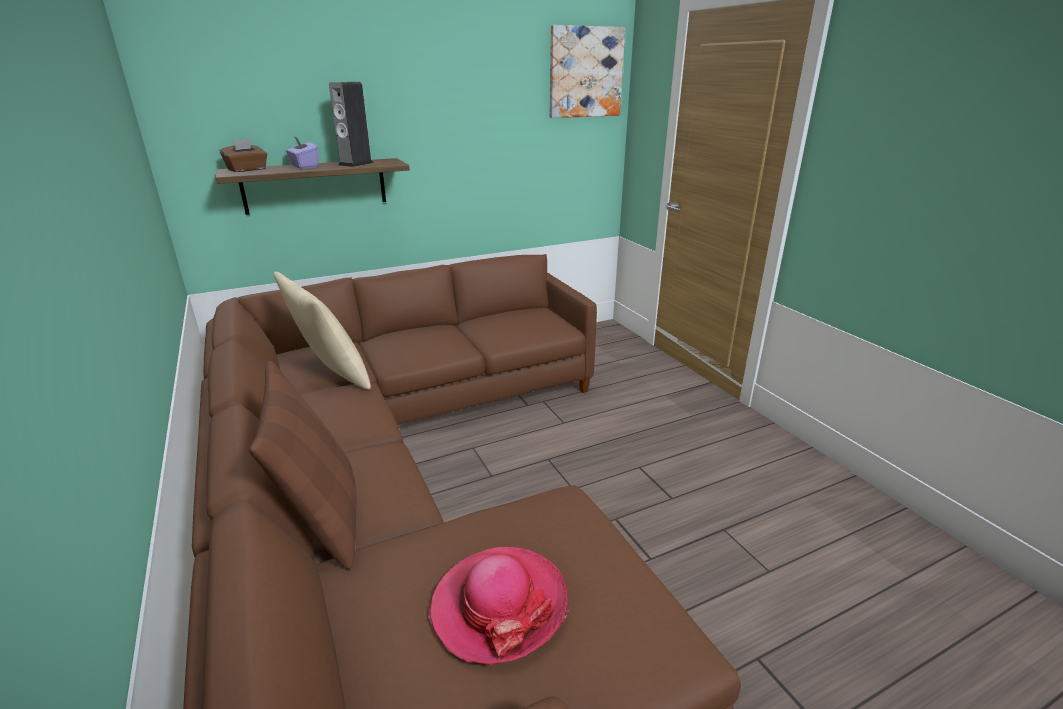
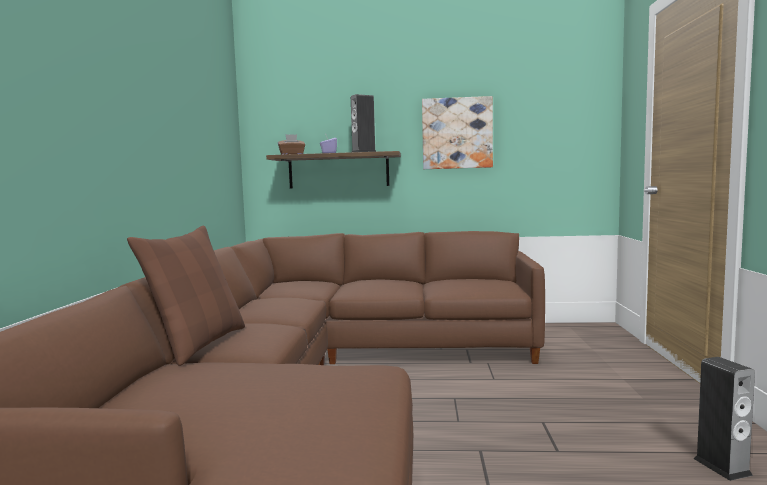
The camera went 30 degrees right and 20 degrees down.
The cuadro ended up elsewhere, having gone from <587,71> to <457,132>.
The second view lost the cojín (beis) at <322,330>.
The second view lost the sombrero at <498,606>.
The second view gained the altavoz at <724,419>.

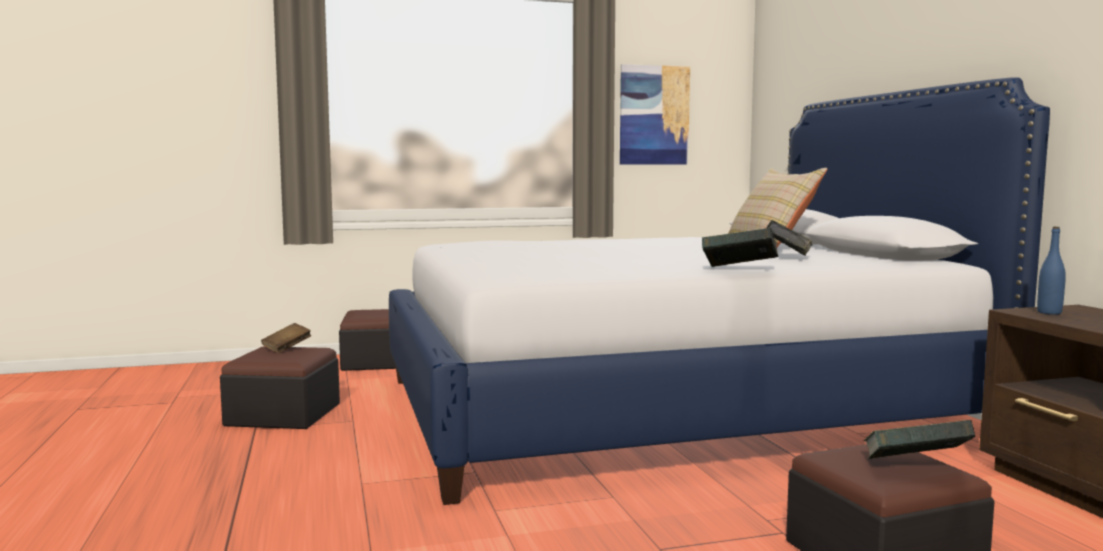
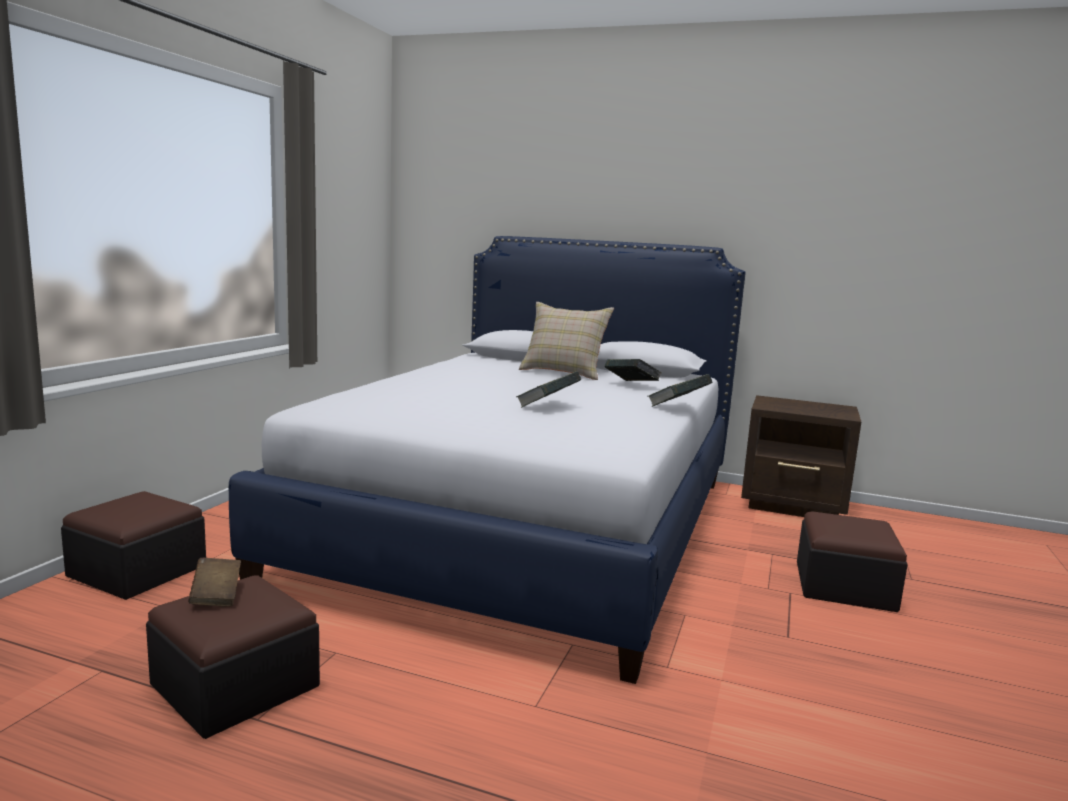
The camera went 55 degrees left and 5 degrees up.
The second view lost the cuadro at <655,114>.
The second view lost the botella (azul) at <1051,270>.
The libro ended up elsewhere, having gone from <919,439> to <548,389>.

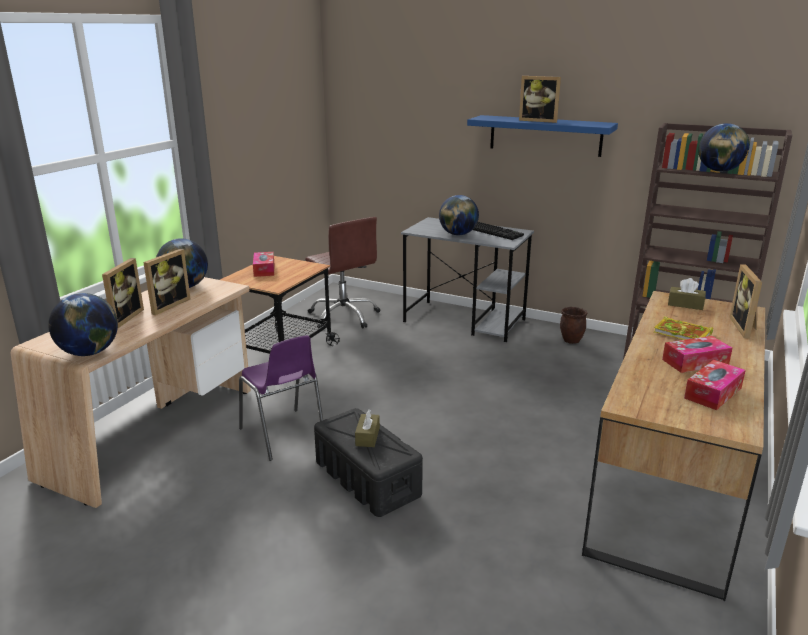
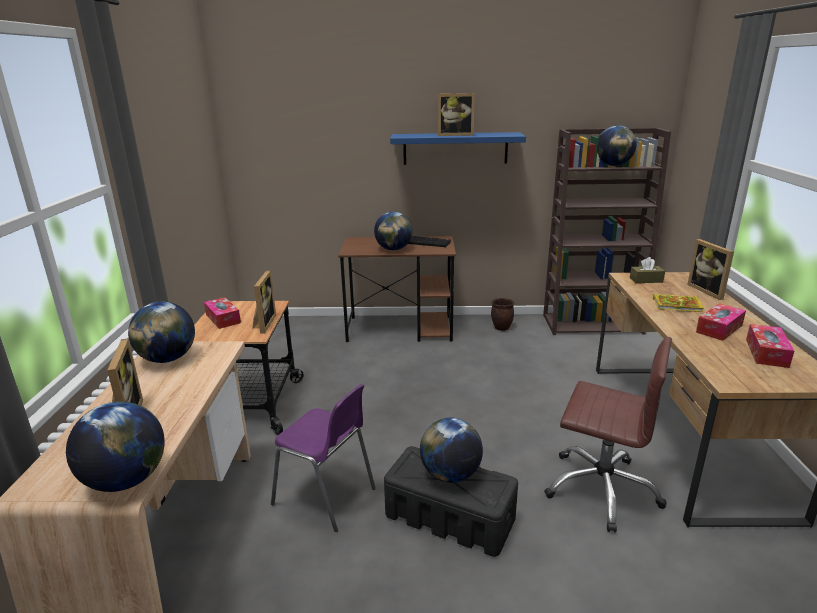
The camera went 25 degrees left and 0 degrees up.
The silla de oficina (marrón) ended up elsewhere, having gone from <342,273> to <608,435>.
What was the escritorio (gris) at <467,279> turned into the escritorio (marrón) at <397,289>.
The portarretratos ended up elsewhere, having gone from <167,282> to <264,302>.
Where the caja de pañuelos (marrón) stood at <367,428>, the globo terráqueo came to stand at <451,450>.

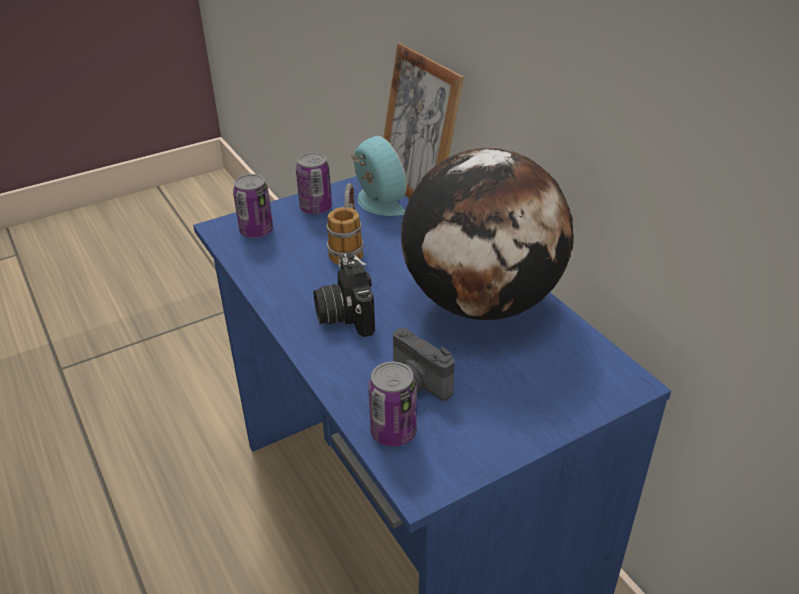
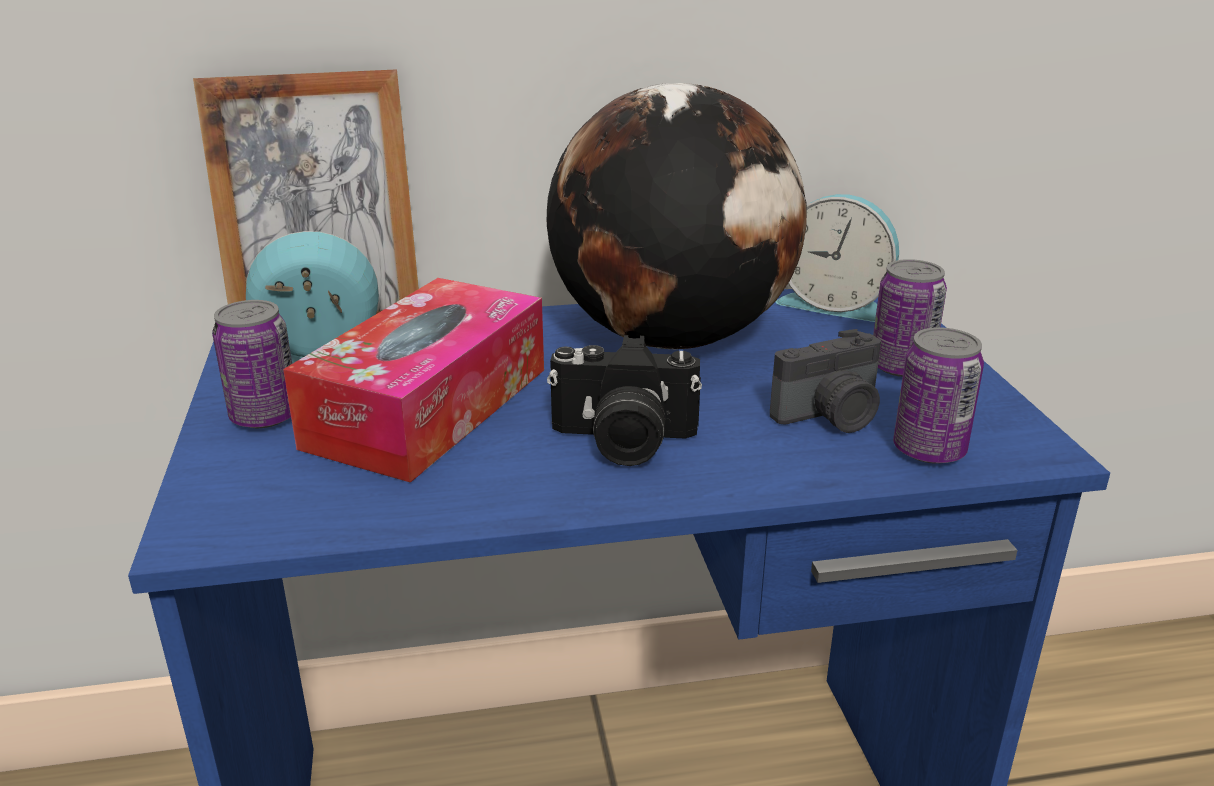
The camera went 70 degrees left and 10 degrees down.
The lata ended up elsewhere, having gone from <253,206> to <910,318>.
Where the taza grande stood at <345,224>, the caja de pañuelos came to stand at <413,380>.
The second view gained the despertador at <837,258>.

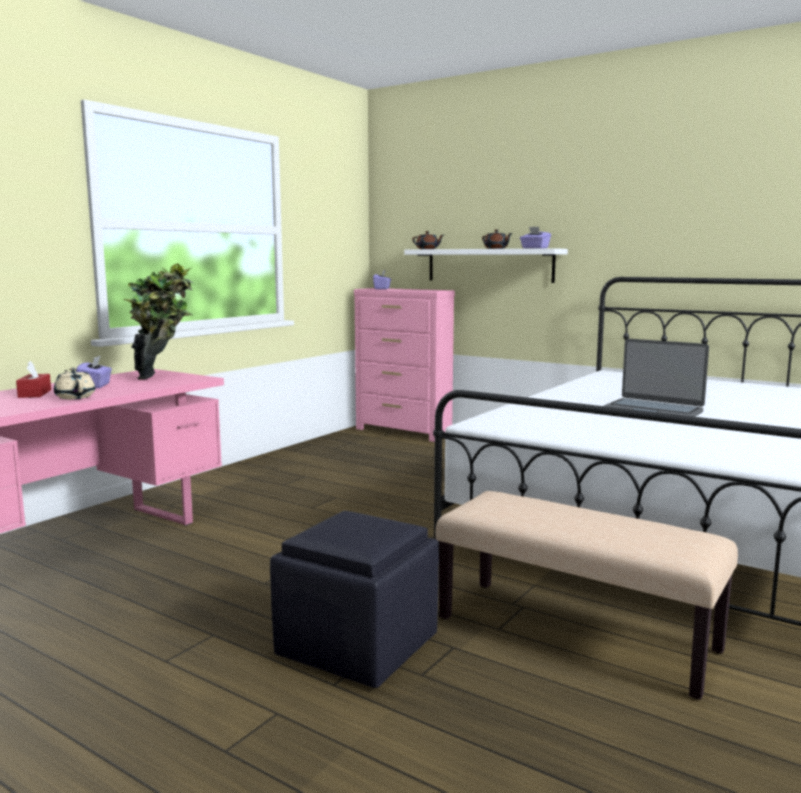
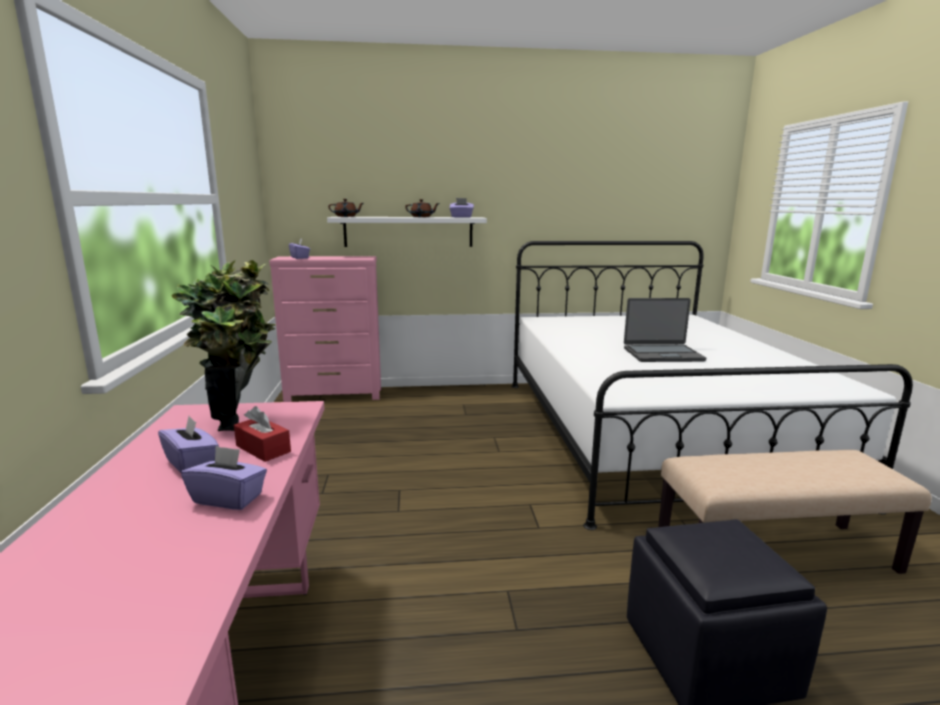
The camera went 40 degrees left and 5 degrees up.
The caja de pañuelos (rojo) ended up elsewhere, having gone from <33,379> to <262,434>.
Where the tetera (beis) stood at <74,383>, the caja de pañuelos (morado) came to stand at <224,478>.

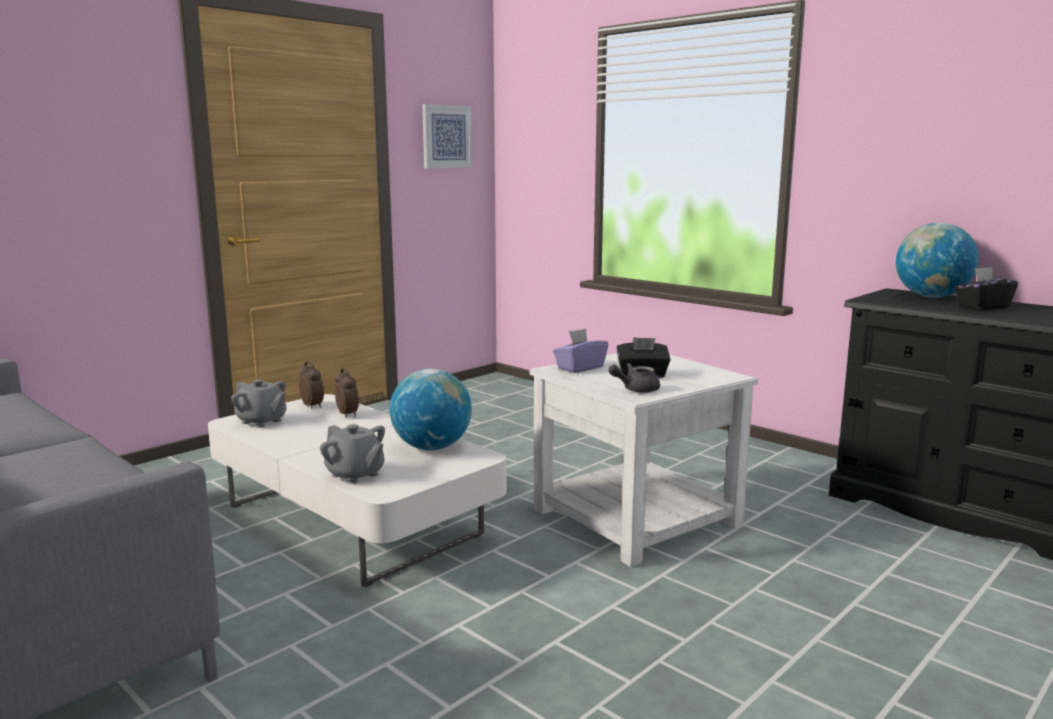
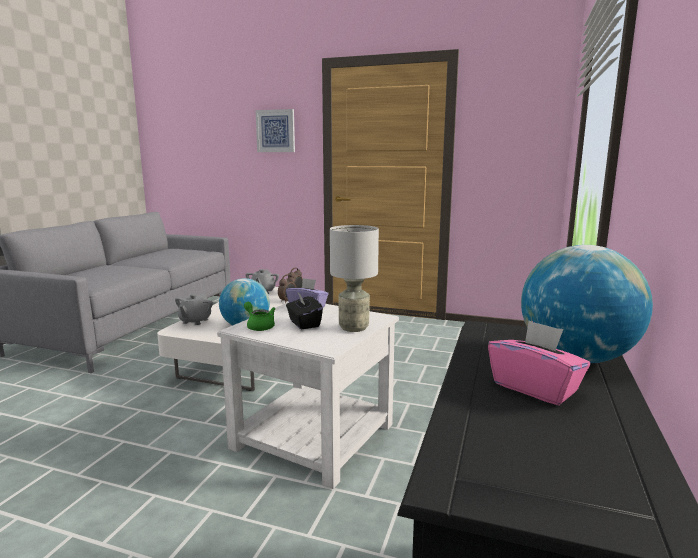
The camera went 65 degrees right and 0 degrees up.
The cuadro ended up elsewhere, having gone from <447,136> to <275,130>.
What was the caja de pañuelos (negro) at <986,288> turned into the caja de pañuelos (rosa) at <539,362>.
What was the tetera (gris) at <634,378> turned into the tetera (verde) at <259,316>.
The second view gained the lámpara de mesa (gris) at <354,278>.

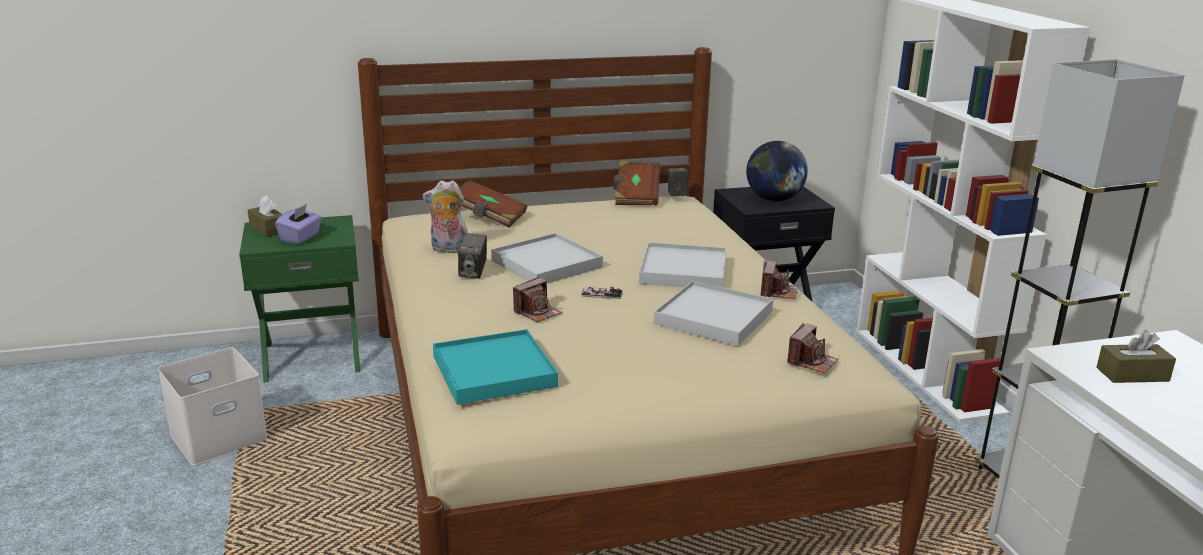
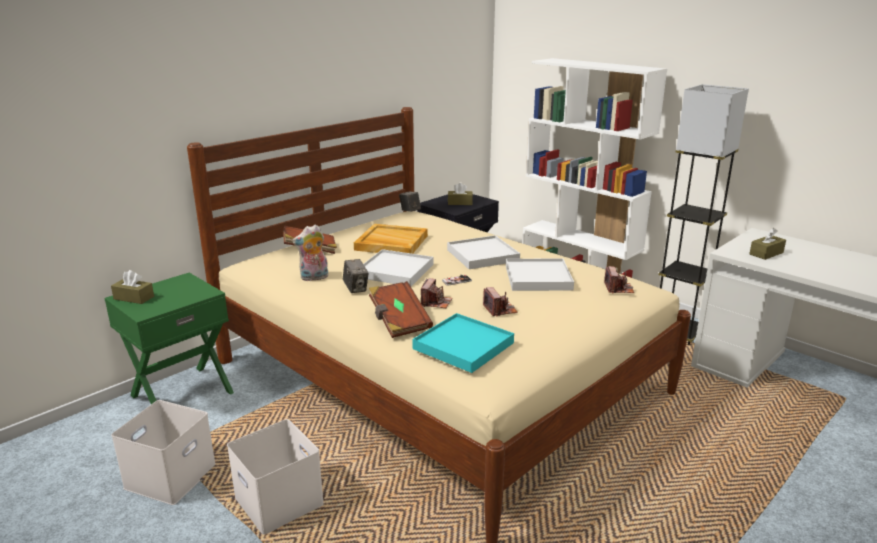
The camera went 30 degrees left and 0 degrees up.
Where the globo terráqueo stood at <777,171>, the caja de pañuelos (marrón) came to stand at <460,194>.
The libro (marrón) ended up elsewhere, having gone from <637,183> to <401,309>.
The second view lost the caja de pañuelos (morado) at <298,224>.
The cámara ended up elsewhere, having gone from <779,279> to <500,302>.
The second view gained the bandeja (beis) at <391,239>.
The second view gained the caja de almacenaje (blanco) at <275,477>.

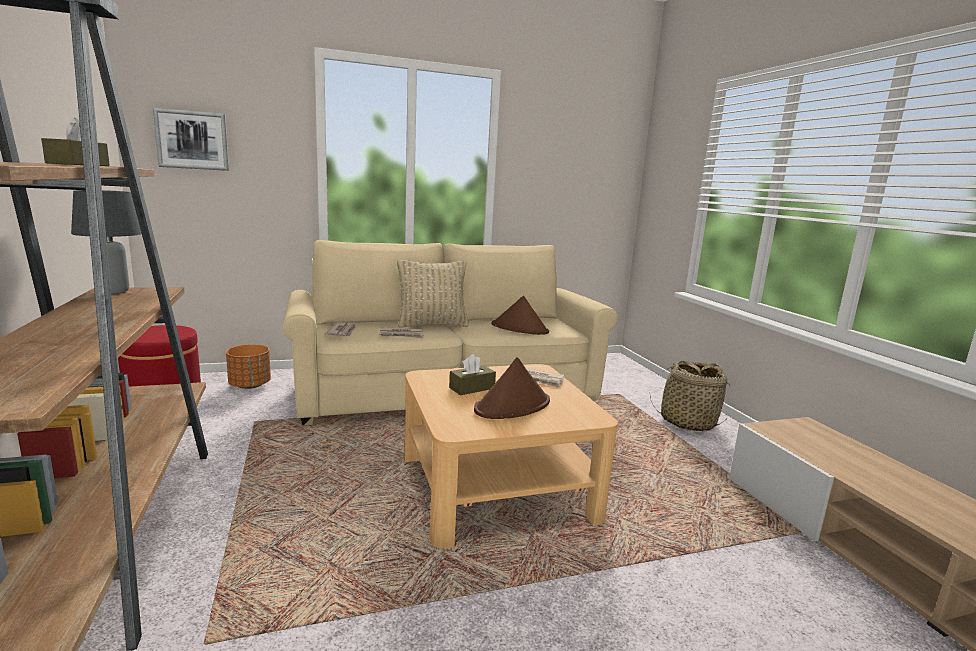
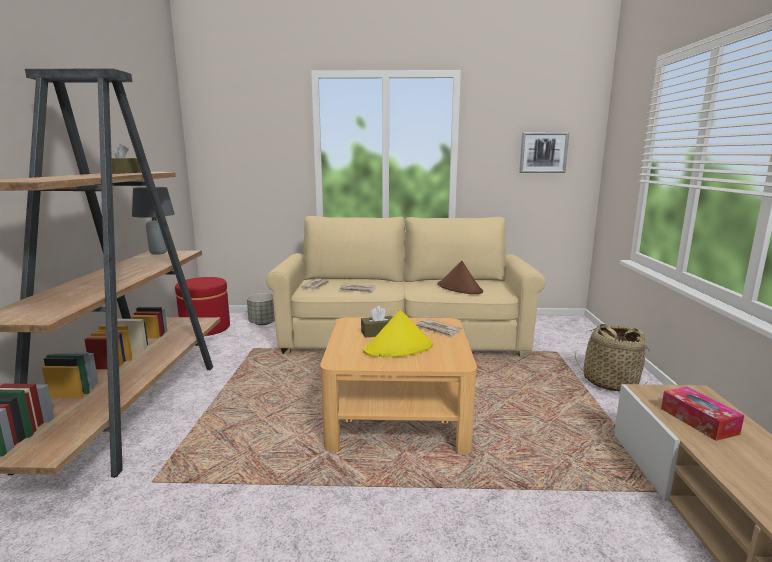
The camera went 20 degrees right and 0 degrees up.
The cuadro ended up elsewhere, having gone from <191,139> to <544,152>.
The second view lost the cojín (beis) at <433,294>.
What was the maceta (naranja) at <248,366> turned into the maceta (gris) at <261,309>.
What was the sombrero (marrón) at <512,388> turned into the sombrero (amarillo) at <398,333>.
The second view gained the caja de pañuelos at <702,414>.

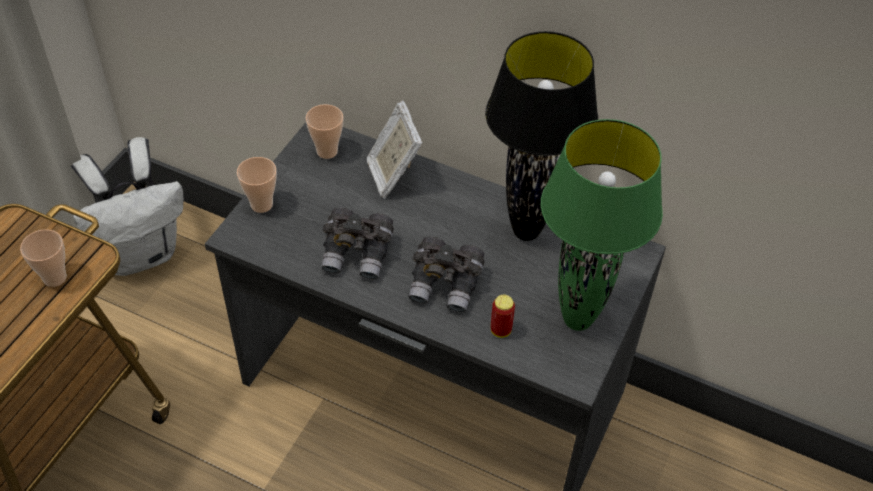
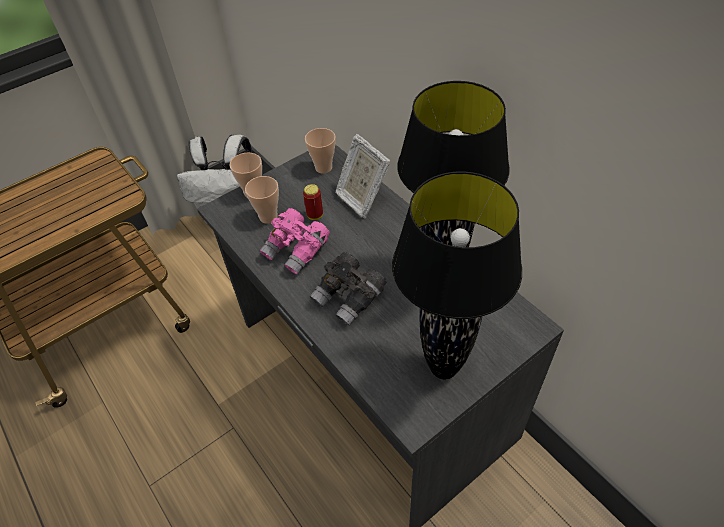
The camera went 30 degrees right and 0 degrees up.
The portarretratos at <394,149> ended up facing another way, 45 degrees counterclockwise from before.
What was the lámpara de mesa (verde) at <602,225> turned into the lámpara de mesa (negro) at <457,275>.
What was the prismáticos (gris) at <357,244> turned into the prismáticos (rosa) at <294,241>.
The taza ended up elsewhere, having gone from <43,258> to <262,200>.
The lata ended up elsewhere, having gone from <503,316> to <313,202>.

